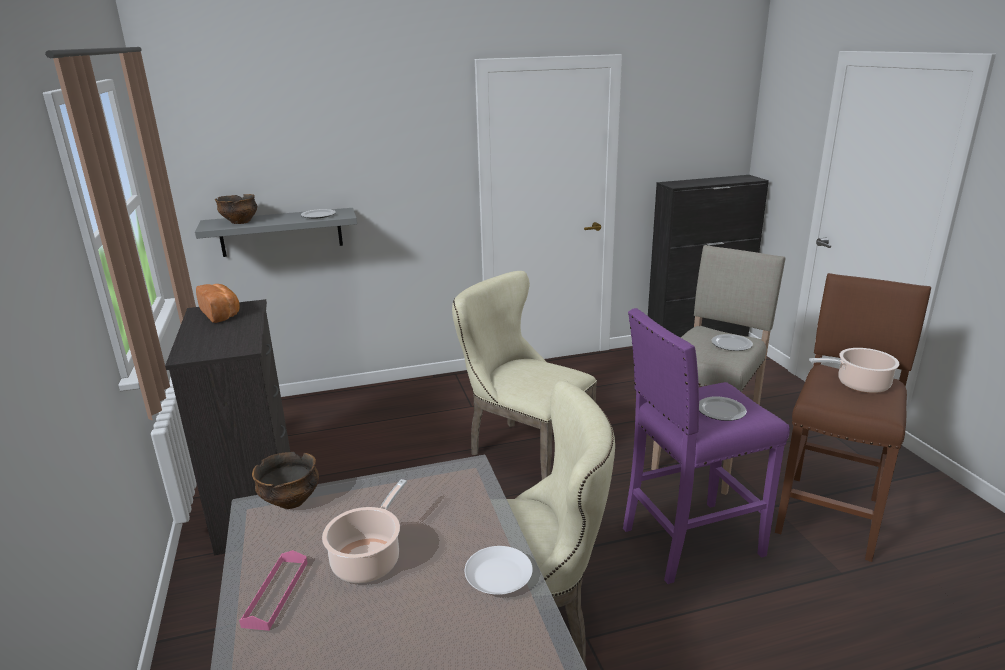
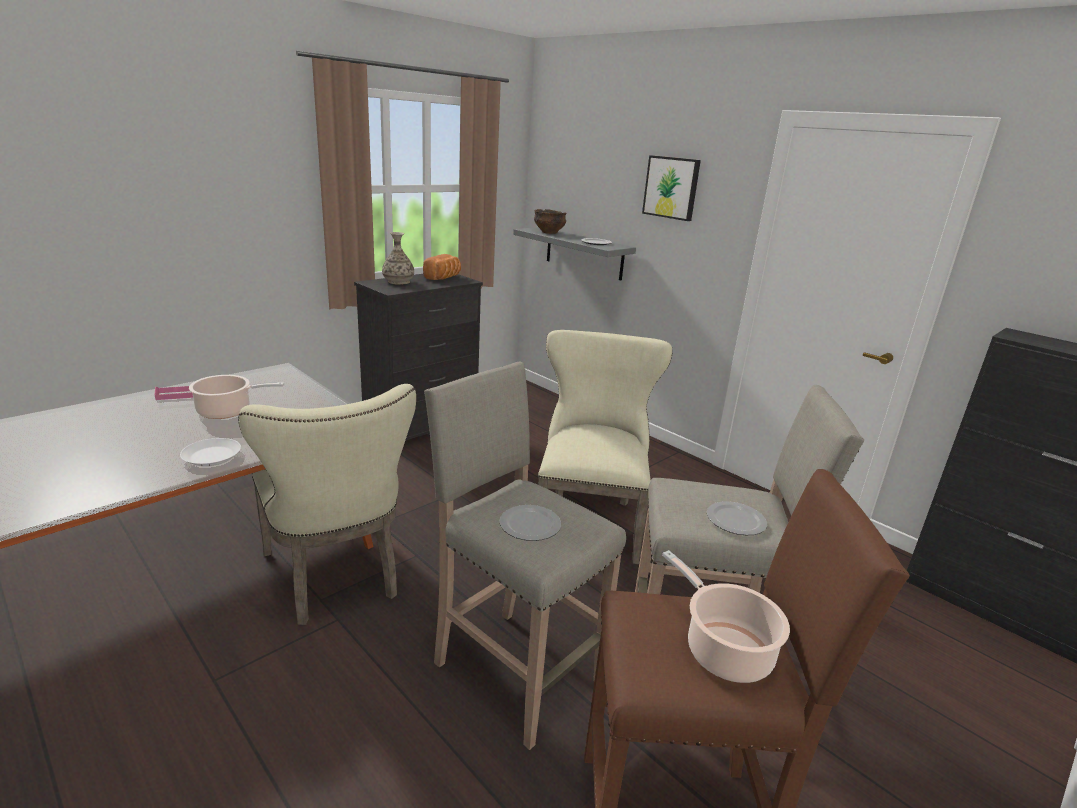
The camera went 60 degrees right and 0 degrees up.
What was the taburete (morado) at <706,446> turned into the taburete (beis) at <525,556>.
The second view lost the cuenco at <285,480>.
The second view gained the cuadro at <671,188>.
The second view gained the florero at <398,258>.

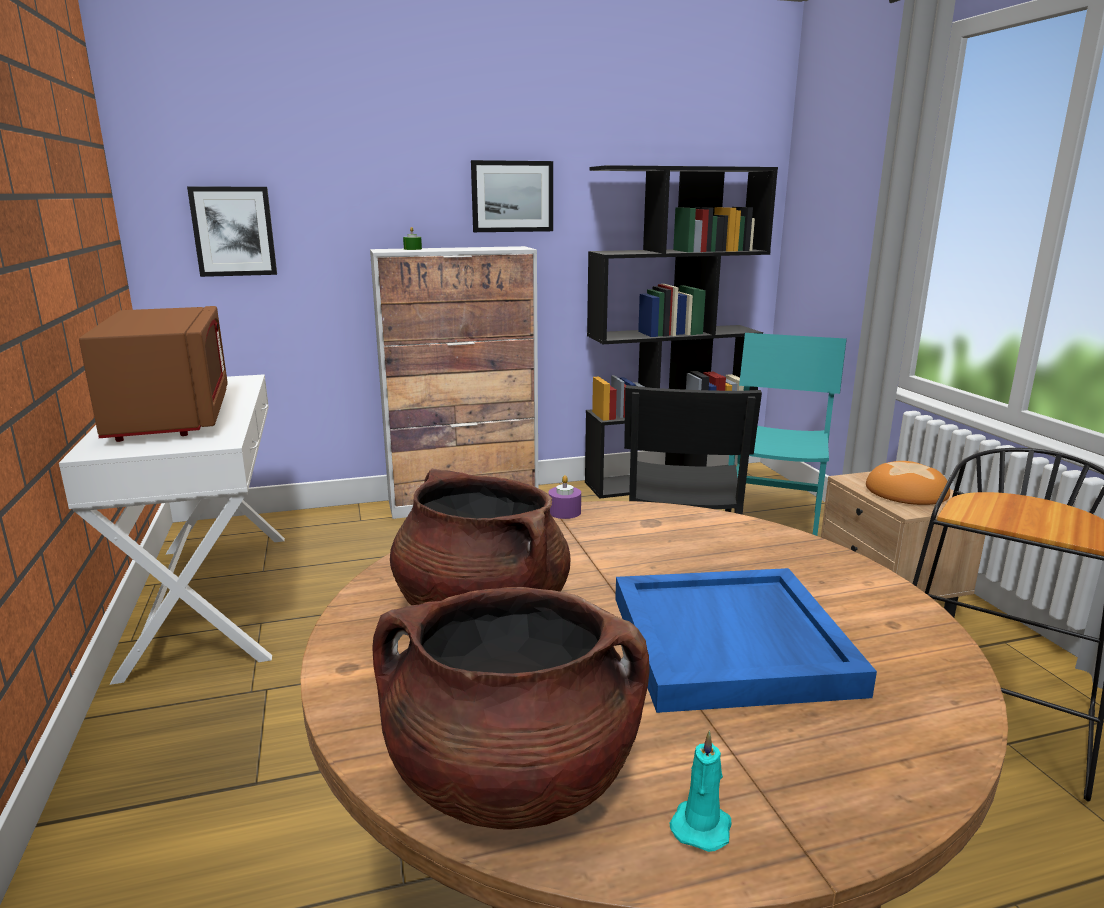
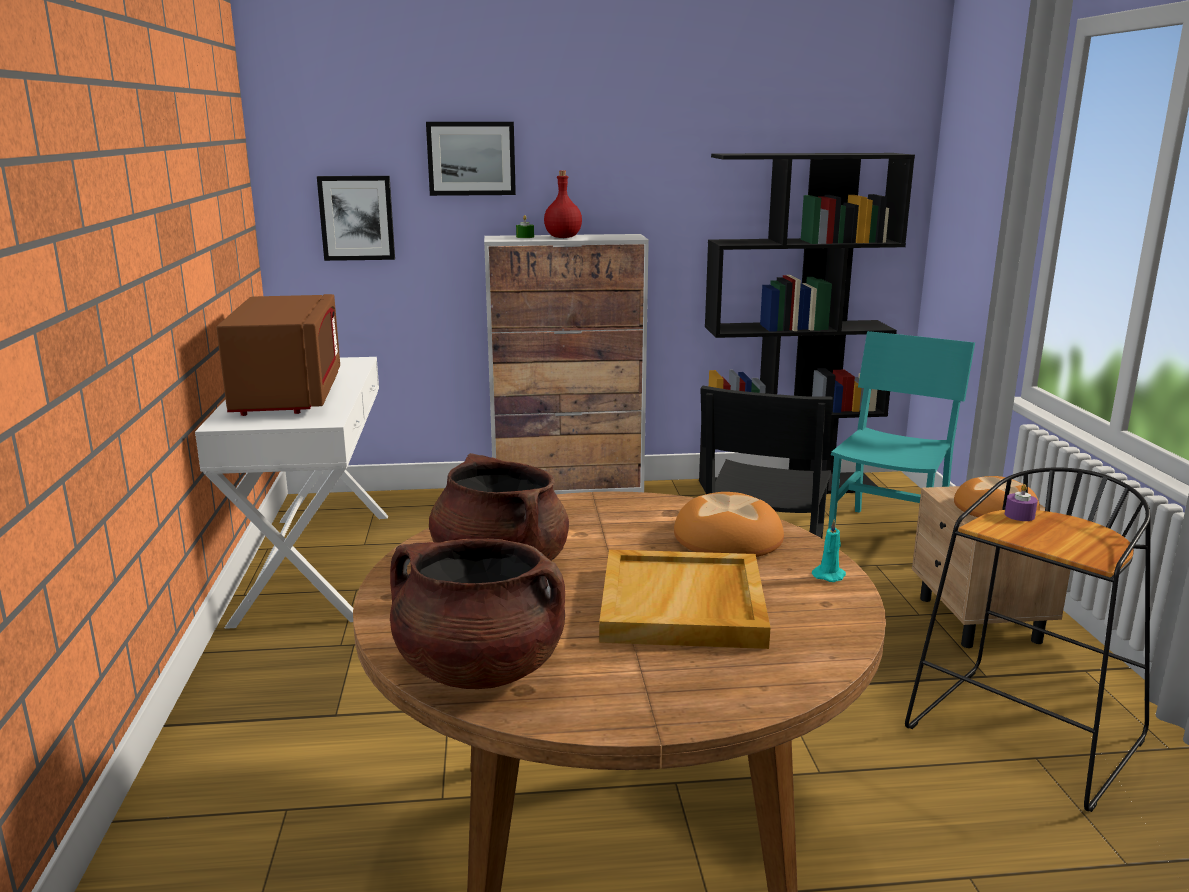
The camera went 10 degrees right and 0 degrees up.
The cuadro ended up elsewhere, having gone from <512,196> to <471,159>.
The vela (morado) ended up elsewhere, having gone from <564,497> to <1021,502>.
What was the bandeja (azul) at <746,640> turned into the bandeja (beis) at <685,599>.
The vela (turquesa) ended up elsewhere, having gone from <700,791> to <829,550>.
The second view gained the botella (rojo) at <563,204>.
The second view gained the pan at <729,524>.

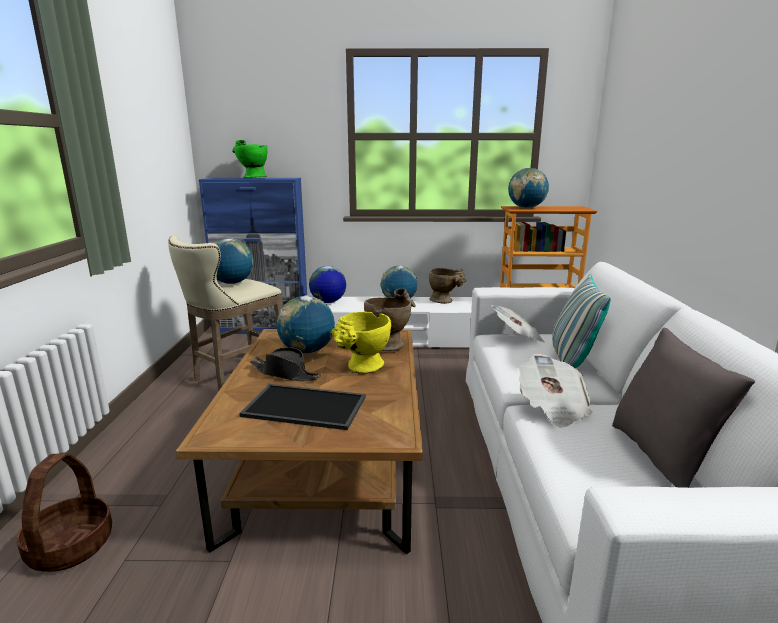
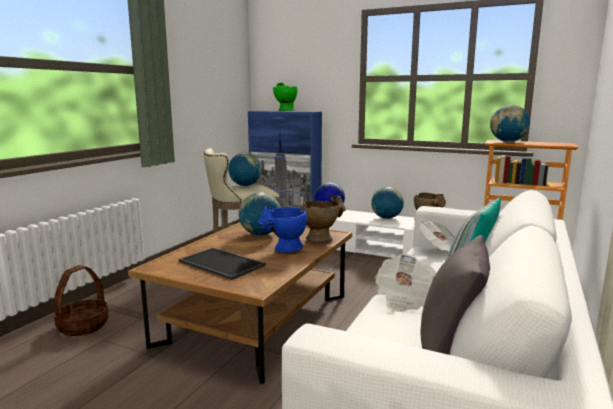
The camera went 25 degrees right and 5 degrees down.
What was the florero (amarillo) at <361,343> turned into the florero (azul) at <282,229>.
The second view lost the sombrero (negro) at <285,364>.

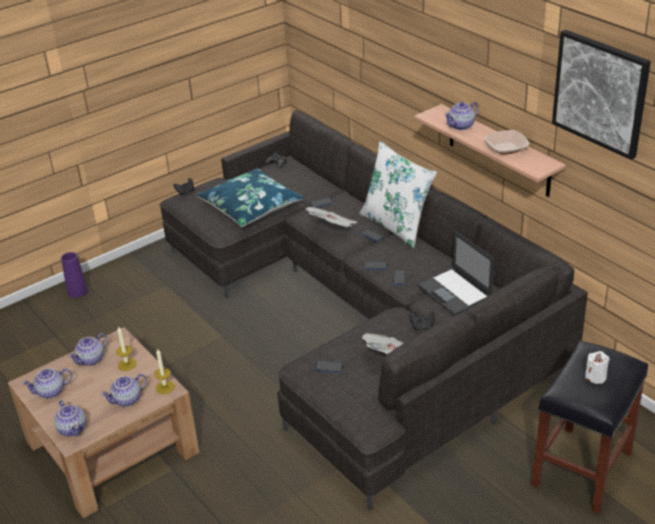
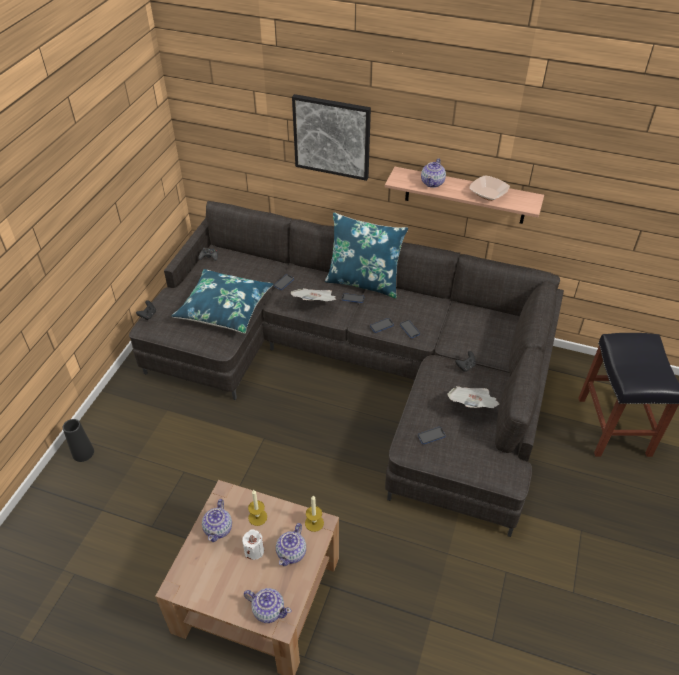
The camera went 35 degrees left and 10 degrees up.
The cuadro ended up elsewhere, having gone from <601,95> to <331,137>.
What was the cojín (blanco) at <398,195> turned into the cojín (azul) at <366,255>.
The second view lost the portátil at <455,273>.
What was the florero (morado) at <74,275> turned into the florero (negro) at <78,440>.
The vela (blanco) ended up elsewhere, having gone from <597,367> to <253,544>.
The second view lost the tetera at <47,383>.

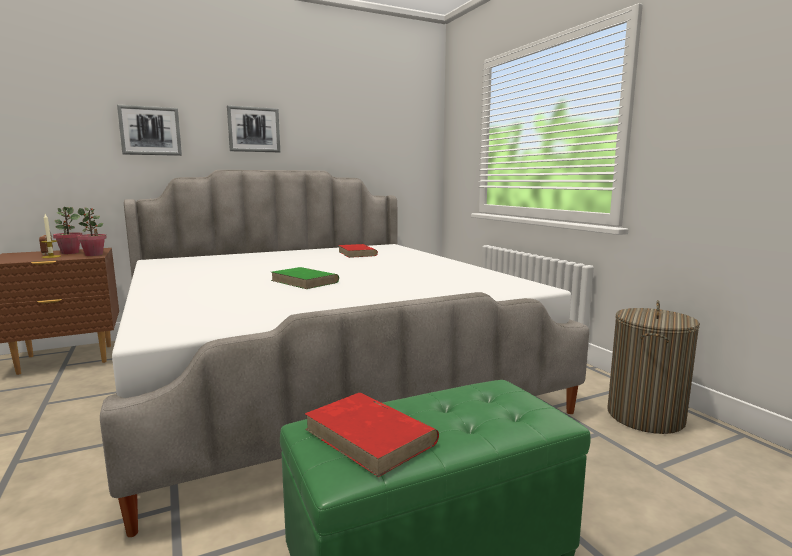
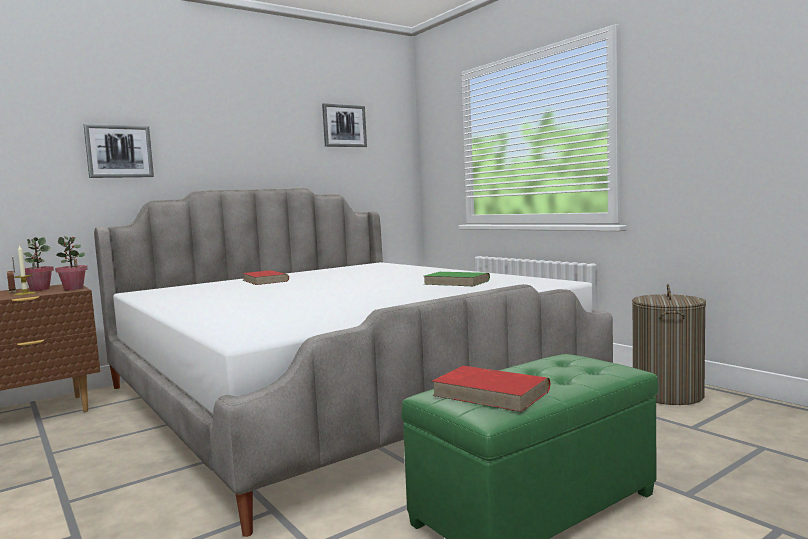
The camera went 10 degrees left and 5 degrees down.
The cuadro ended up elsewhere, having gone from <253,128> to <344,125>.
The libro (rojo) ended up elsewhere, having gone from <358,251> to <265,277>.
The libro (verde) ended up elsewhere, having gone from <305,278> to <457,279>.

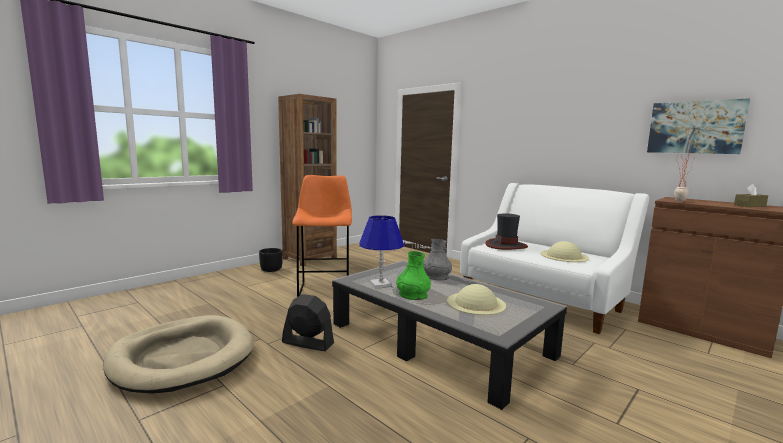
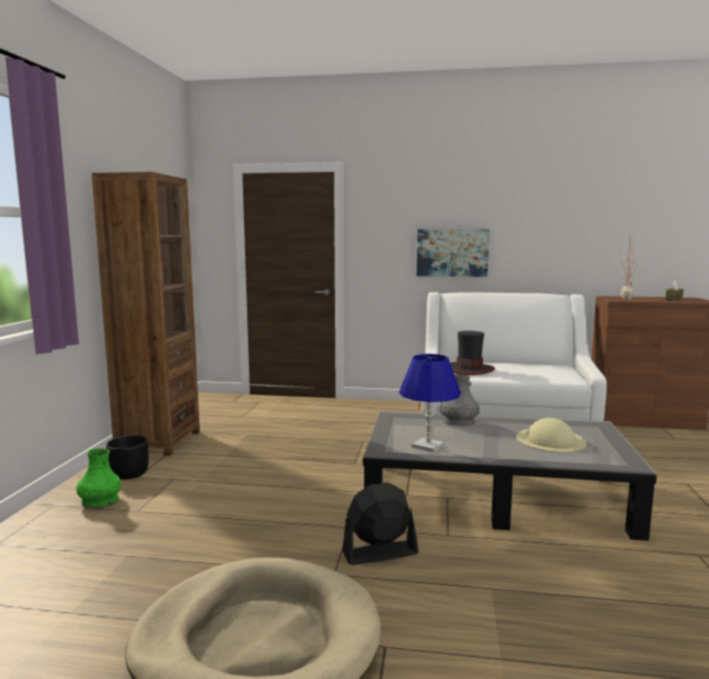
The camera went 35 degrees left and 0 degrees up.
The cuadro ended up elsewhere, having gone from <698,126> to <453,253>.
The second view lost the taburete (naranja) at <322,236>.
The second view lost the sombrero (beis) at <565,251>.
The florero (verde) ended up elsewhere, having gone from <413,275> to <98,477>.

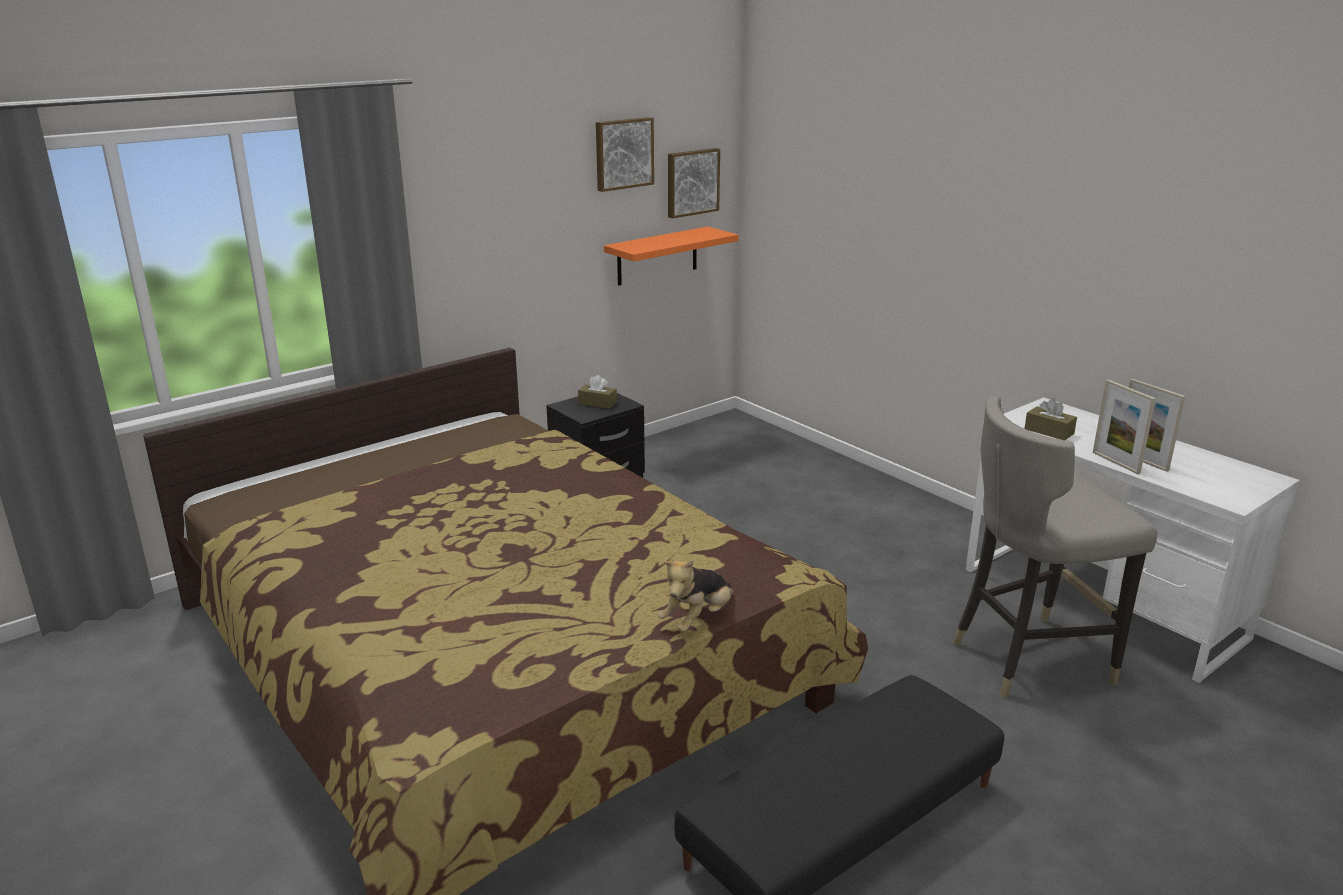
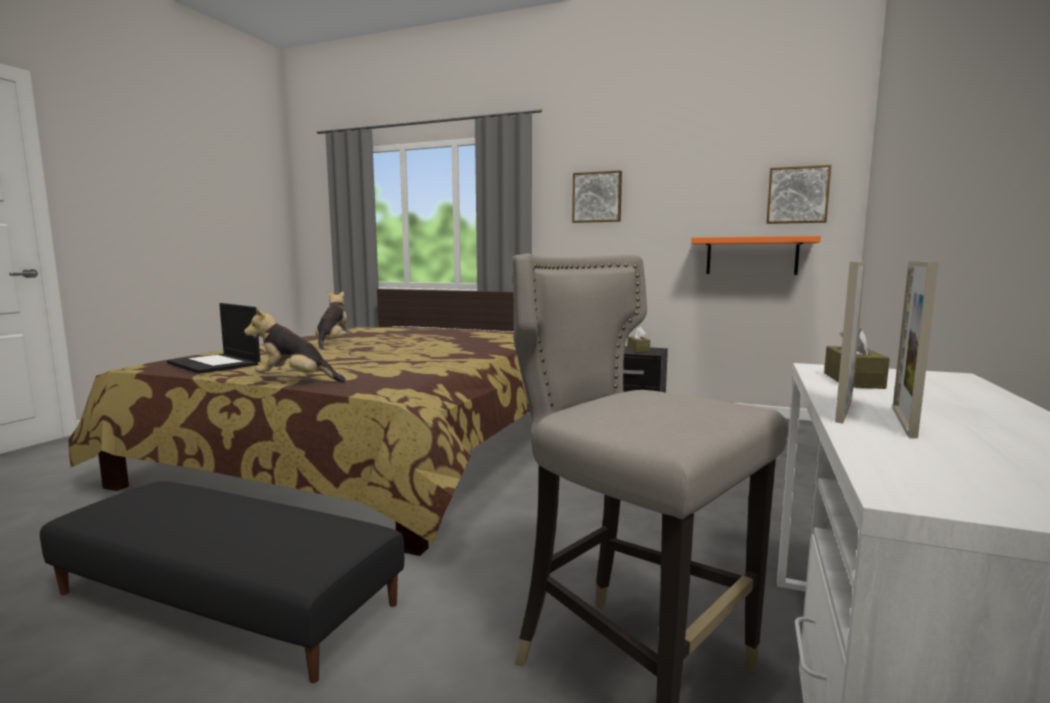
The camera went 60 degrees right and 15 degrees down.
The cuadro ended up elsewhere, having gone from <625,154> to <597,196>.
The second view gained the peluche at <334,320>.
The second view gained the portátil at <213,338>.

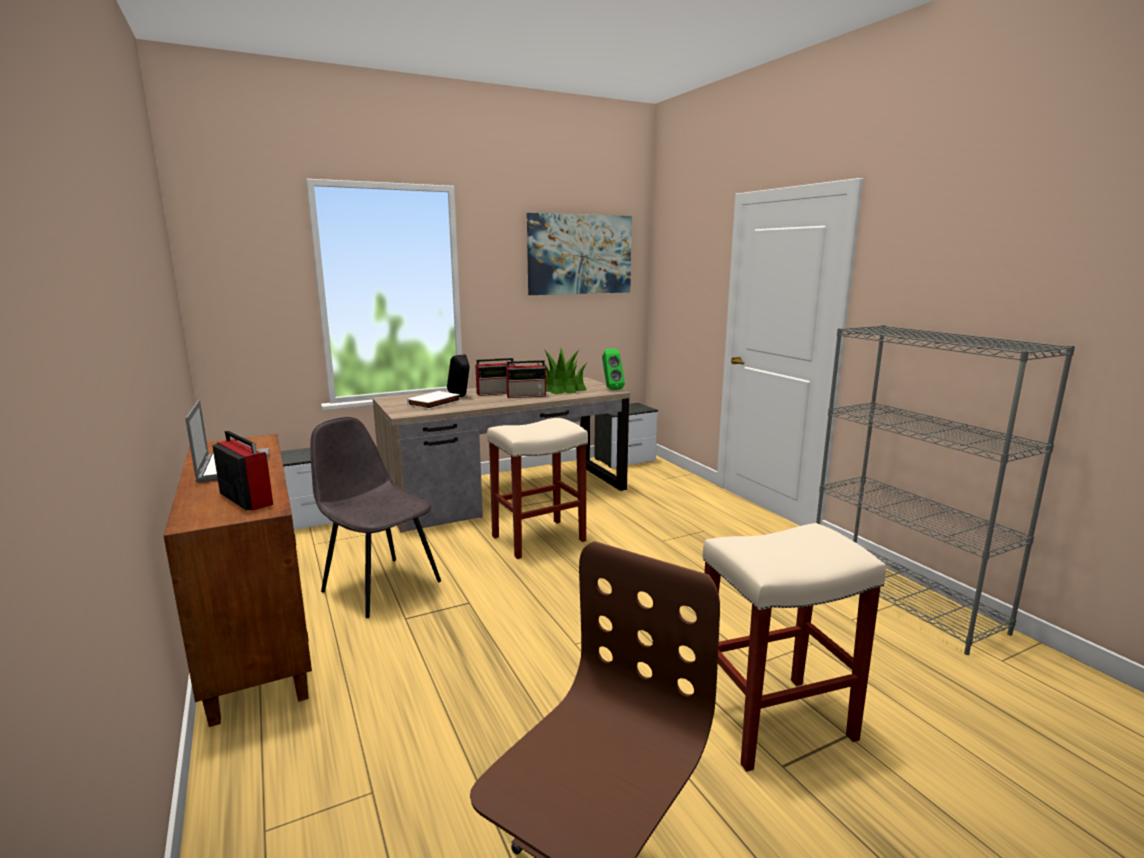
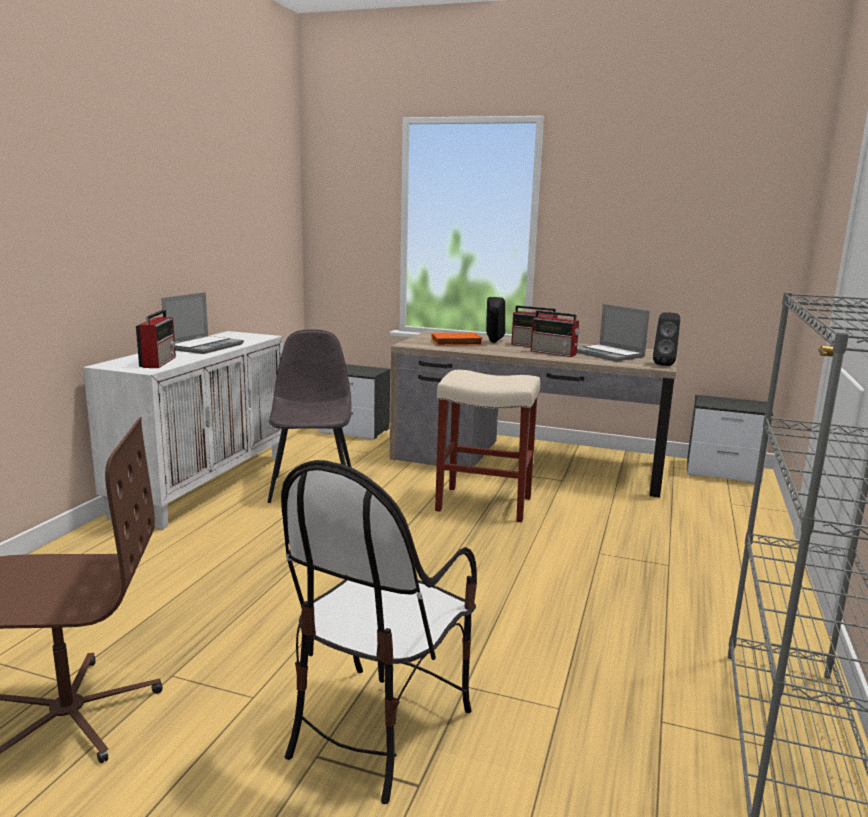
The camera went 45 degrees right and 0 degrees up.
The second view lost the cuadro at <579,254>.
Where the planta en maceta stood at <562,371>, the portátil came to stand at <613,333>.
What was the altavoz (verde) at <613,369> turned into the altavoz (negro) at <666,339>.
What was the libro (blanco) at <434,400> turned into the libro (naranja) at <457,339>.
What was the armario (marrón) at <237,580> turned into the armario (blanco) at <183,430>.
Where the taburete (beis) stood at <794,647>, the silla came to stand at <379,632>.

